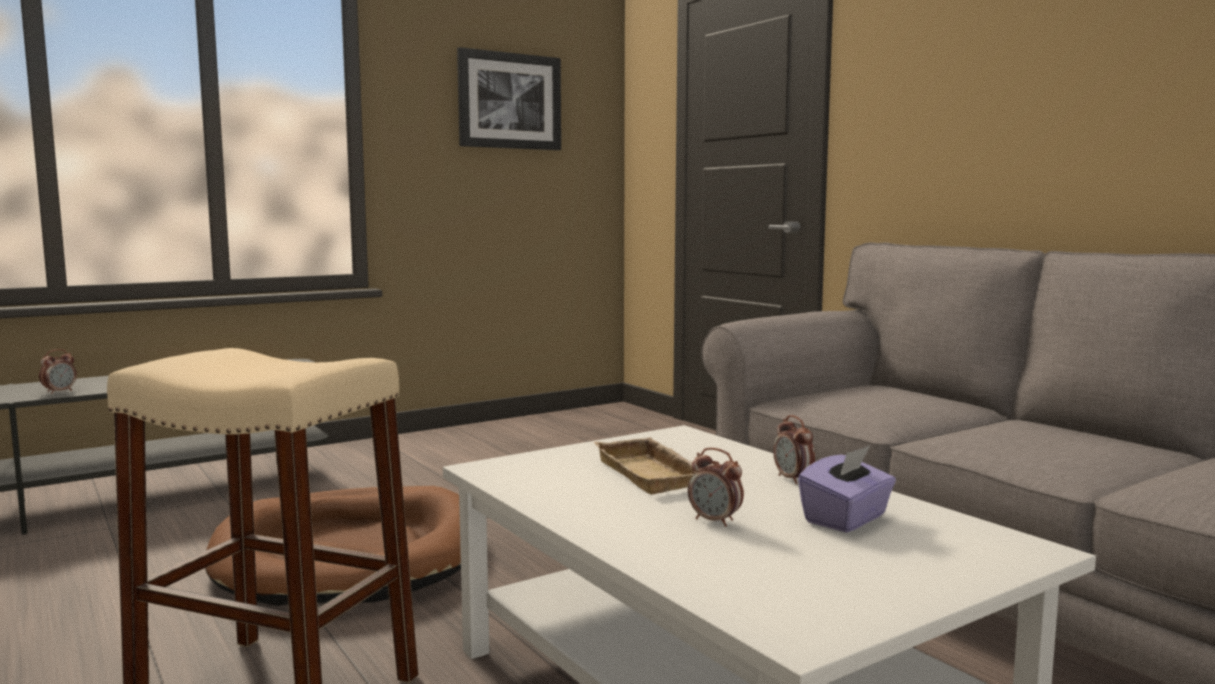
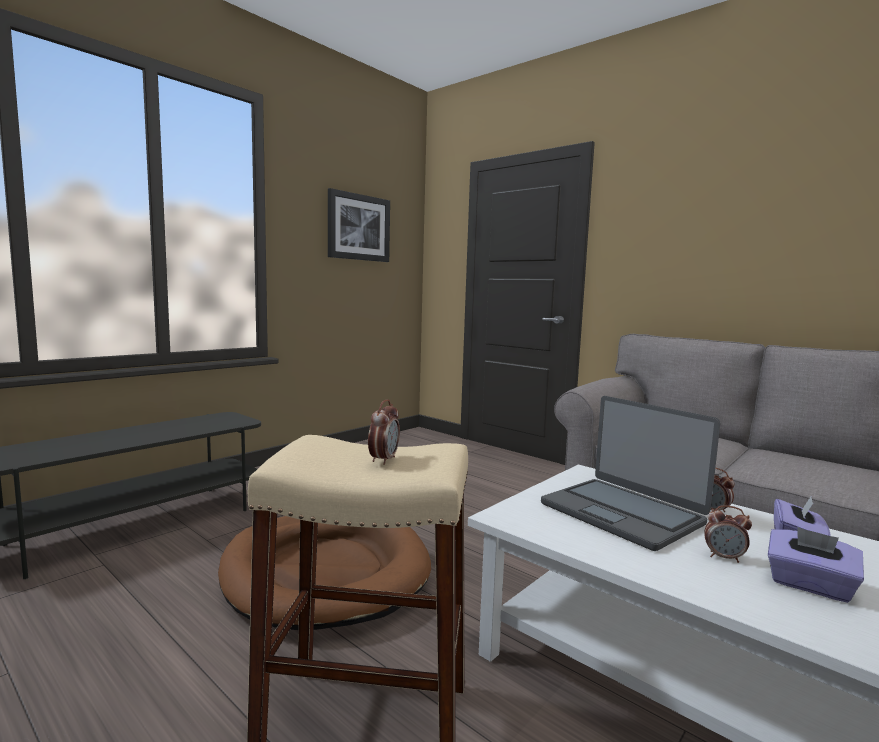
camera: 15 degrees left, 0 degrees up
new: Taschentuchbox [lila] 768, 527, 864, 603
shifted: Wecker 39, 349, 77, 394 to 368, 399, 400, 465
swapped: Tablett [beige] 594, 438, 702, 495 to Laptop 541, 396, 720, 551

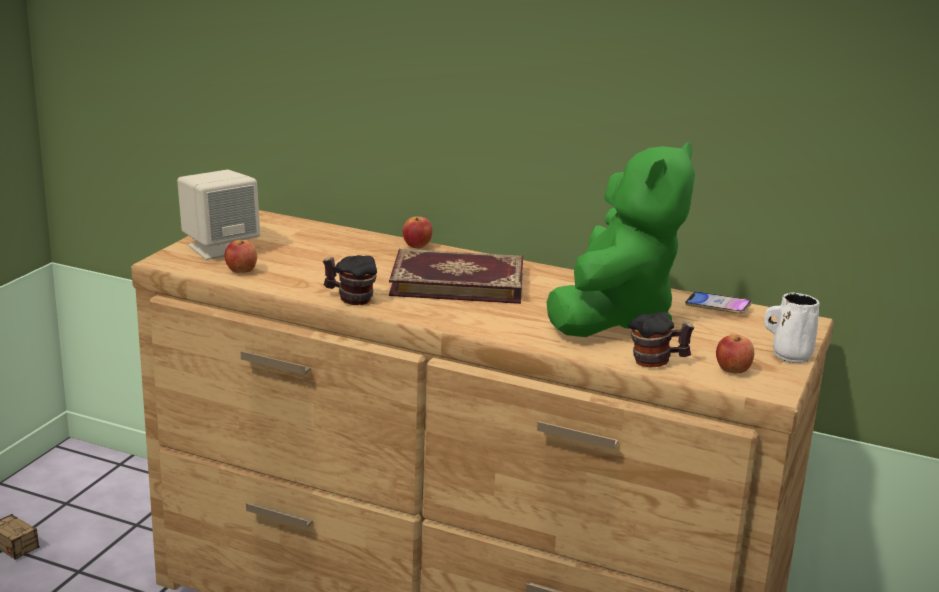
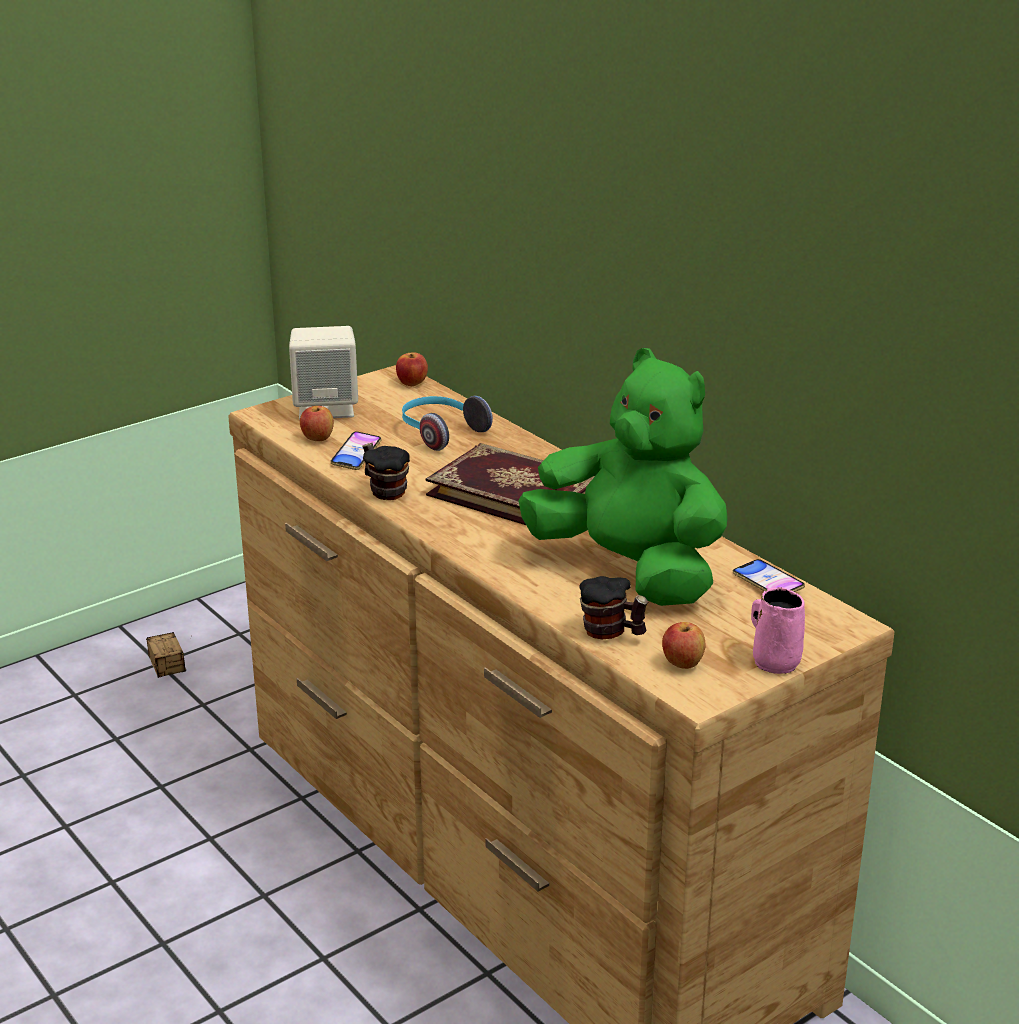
camera: 30 degrees right, 5 degrees up
new: Handy 330, 431, 382, 470; Kopfhörer 402, 396, 493, 451
shifted: Apfel 402, 216, 433, 248 to 396, 352, 428, 386
repainted: Henkelbecher [weiß] 764, 292, 819, 363 to Henkelbecher [rosa] 751, 587, 805, 674
rotated: Plüschtier [grün] 547, 142, 695, 337 = 518, 348, 728, 606 105 degrees counterclockwise

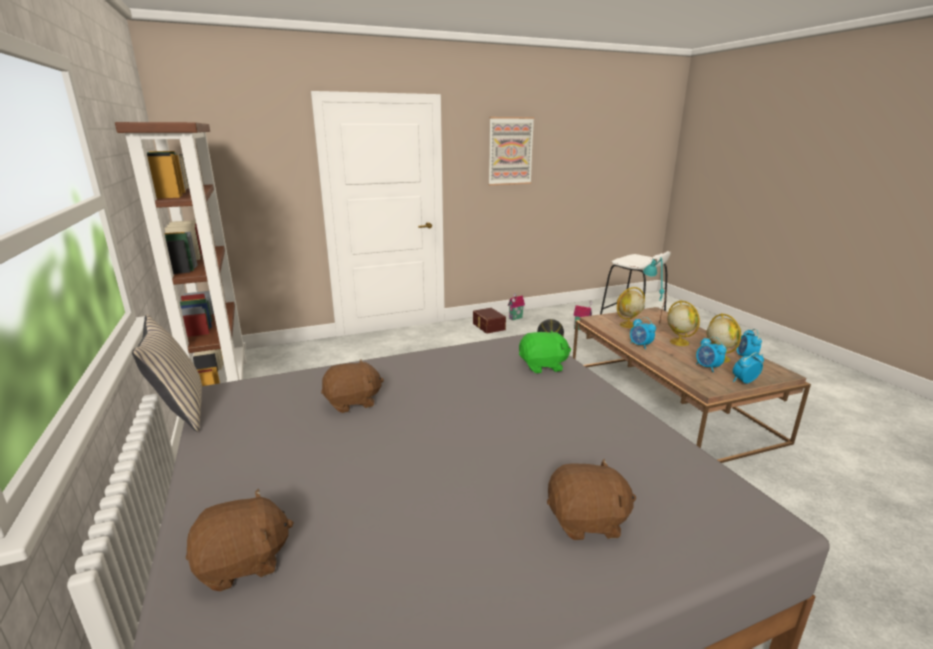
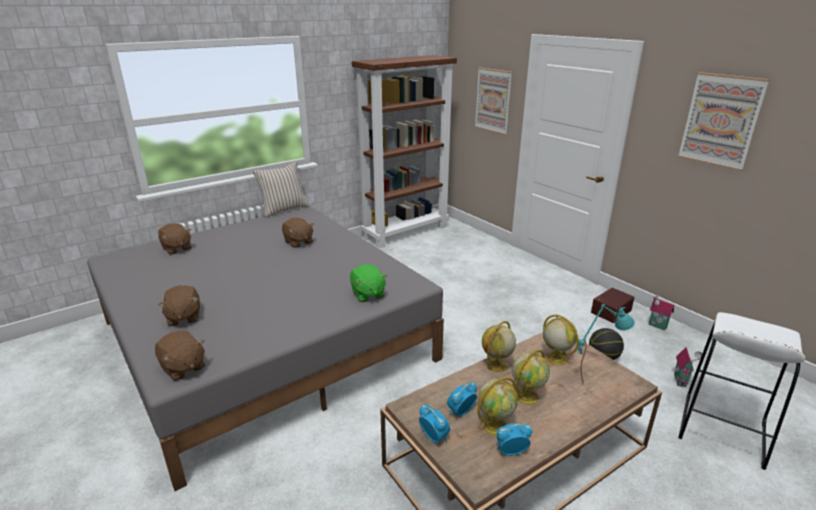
camera: 75 degrees right, 5 degrees up
new: Plüschtier [braun] 155, 330, 205, 381; Bild 474, 67, 512, 135
swapped: Wecker 630, 317, 656, 349 to Globus 482, 321, 516, 372

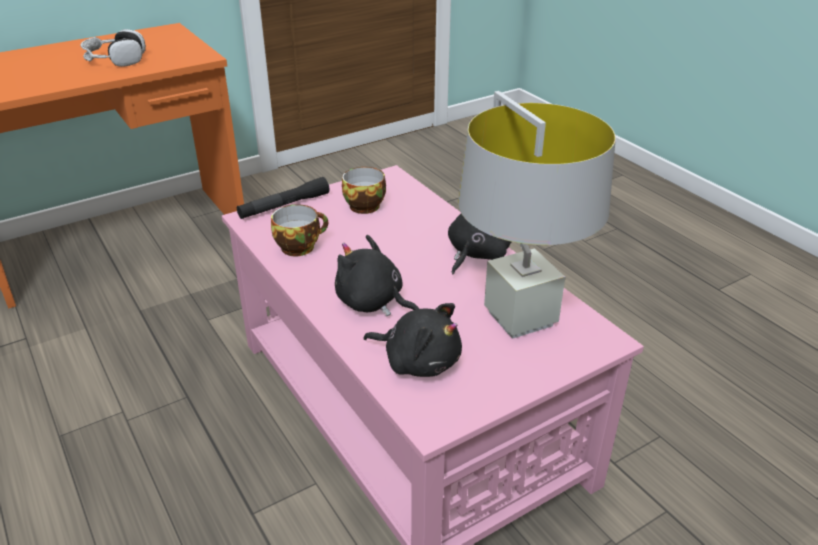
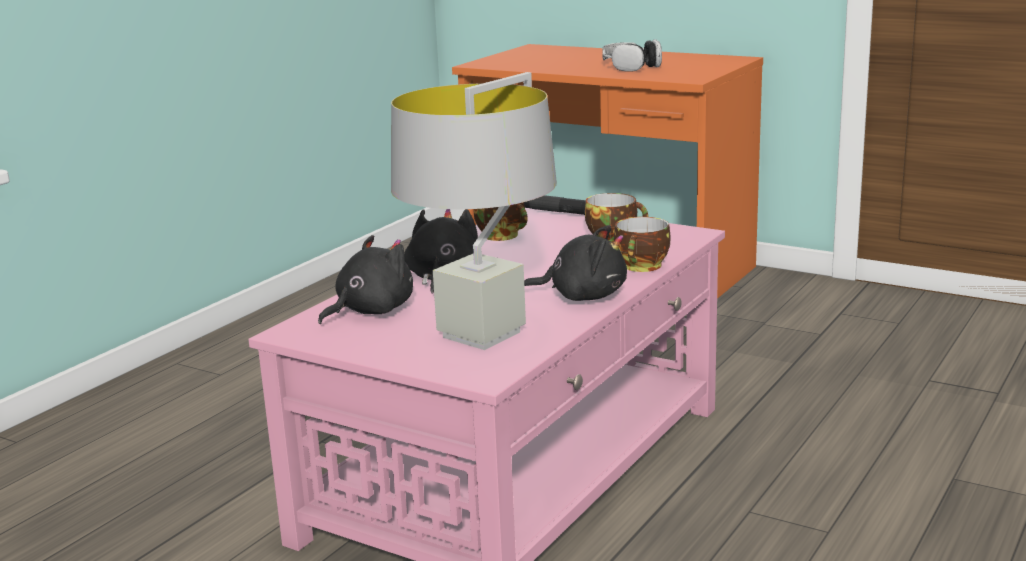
camera: 65 degrees right, 15 degrees down
new: Tasse 614, 217, 671, 272
rotated: Plüschtier [schwarz] 363, 303, 462, 377 = 318, 235, 413, 324 135 degrees counterclockwise

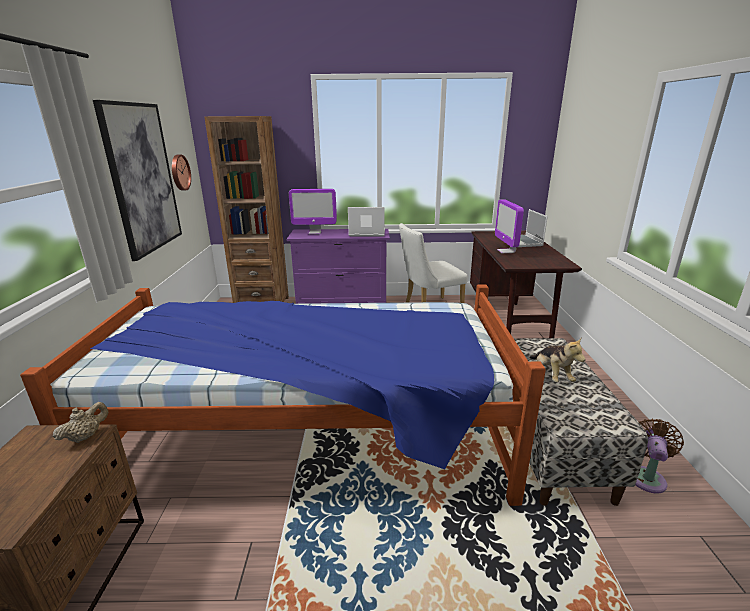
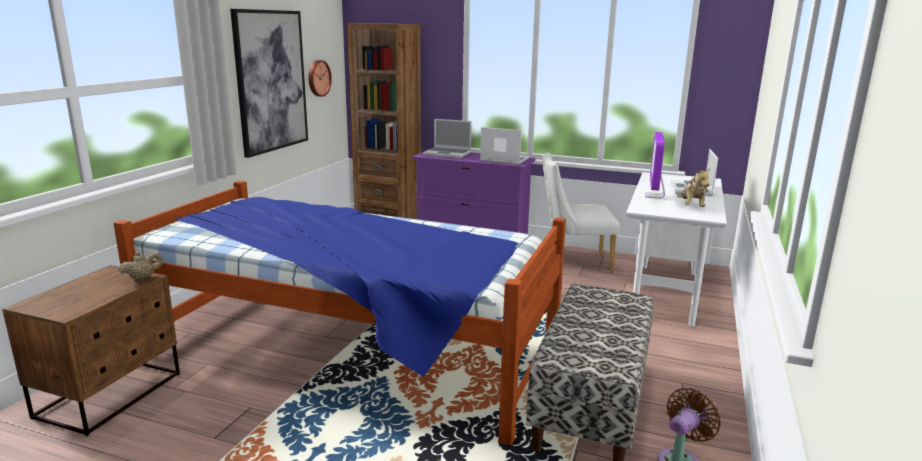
camera: 20 degrees right, 5 degrees down
shifted: Plüschtier 529, 338, 586, 382 to 677, 167, 711, 207
swapped: Monitor 289, 189, 337, 234 to Laptop 423, 119, 471, 158
repainted: Schreibtisch [braun] 470, 231, 582, 338 to Schreibtisch [weiß] 626, 172, 727, 326

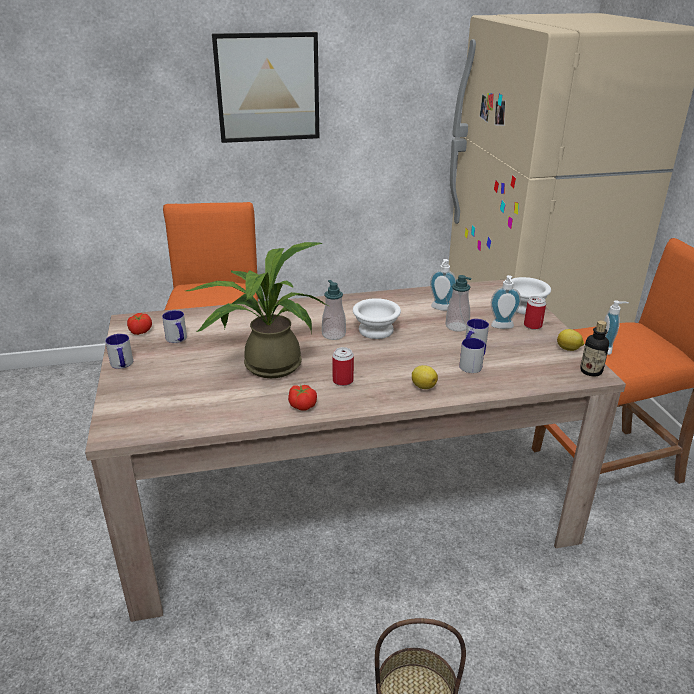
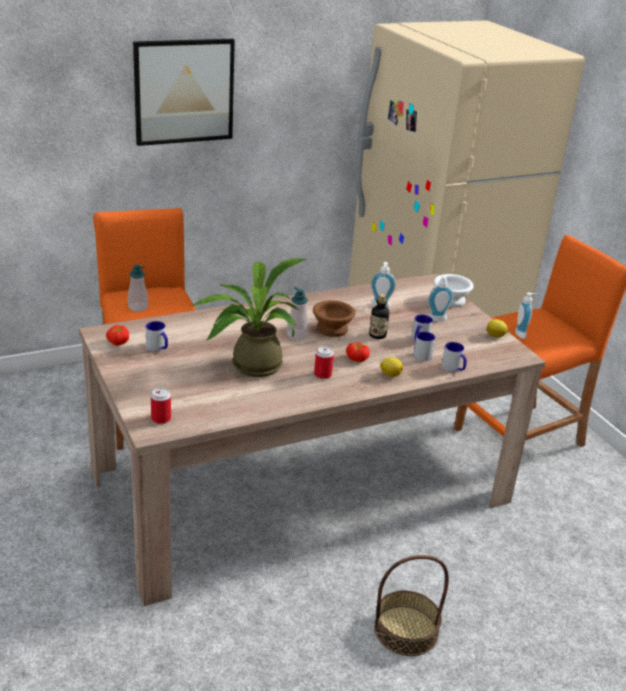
camera: 15 degrees left, 0 degrees up
shifted: Henkelbecher 105, 334, 133, 369 to 442, 342, 467, 372; Tomate 288, 385, 317, 411 to 346, 342, 370, 362; Seifenspender 446, 275, 472, 331 to 128, 264, 148, 312; Dose 524, 296, 546, 330 to 151, 388, 171, 424; Flasche 580, 321, 609, 377 to 369, 294, 389, 339
repainted: Schüssel [weiß] 353, 298, 401, 339 to Schüssel [braun] 313, 300, 355, 337

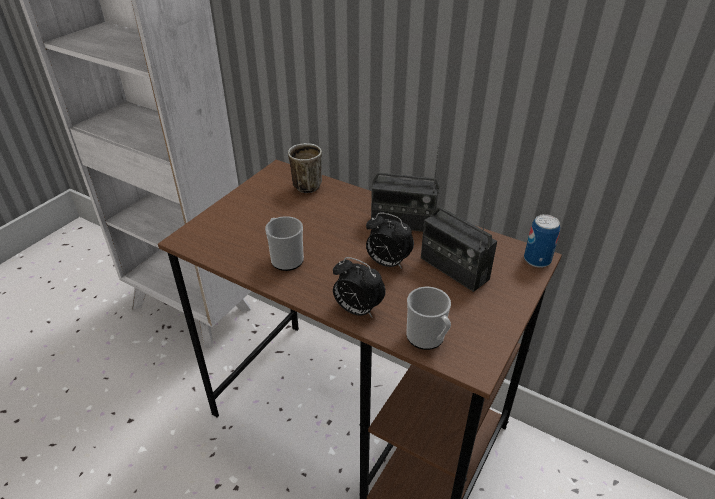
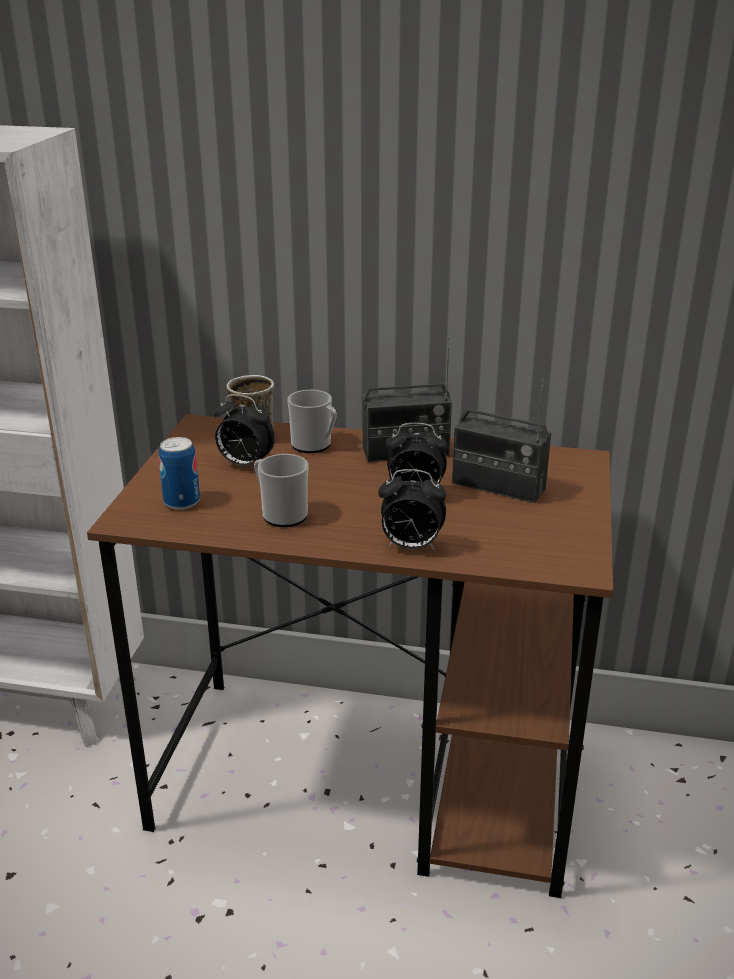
camera: 20 degrees left, 10 degrees down
new: Wecker 214, 394, 275, 465
shifted: Henkelbecher 406, 287, 451, 350 to 287, 390, 337, 453; Dose 524, 214, 560, 268 to 159, 437, 200, 510

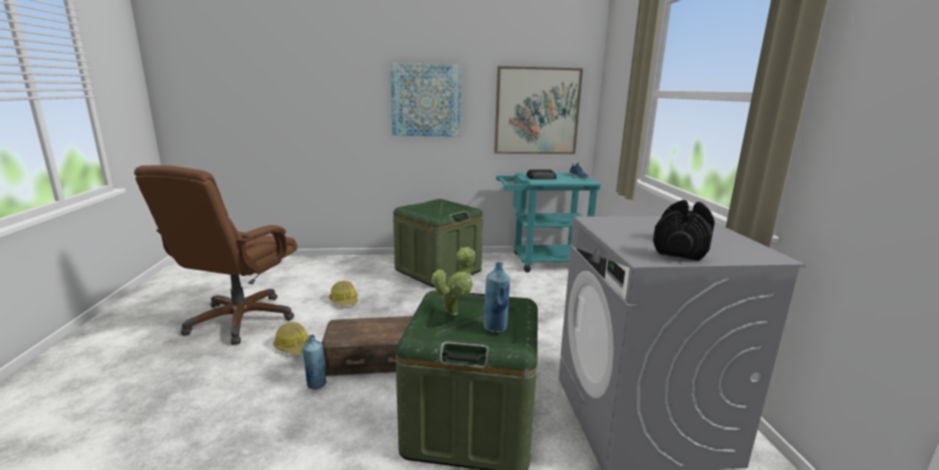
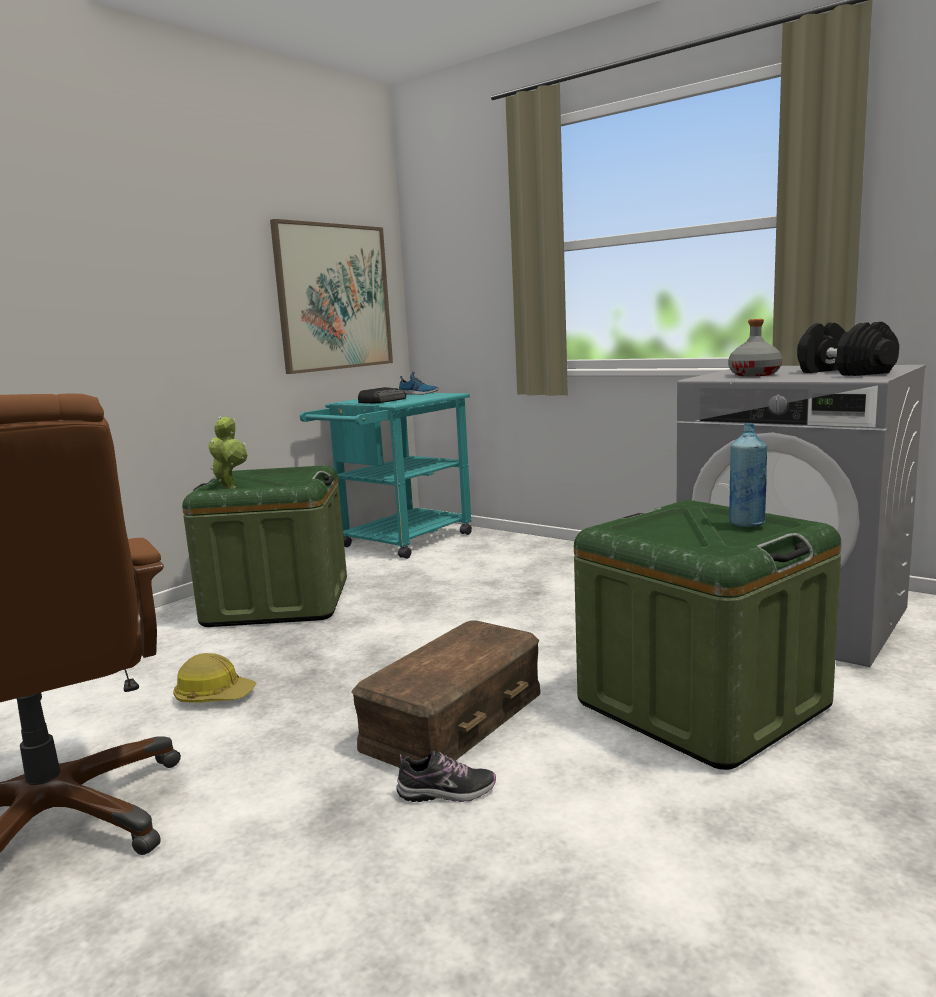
camera: 45 degrees left, 5 degrees down
gone: Schutzhelm 273, 322, 309, 355; Bild 390, 63, 461, 137
new: Flasche [grau] 728, 319, 782, 376
shifted: Topfpflanze 432, 247, 475, 316 to 209, 416, 247, 489
swapped: Flasche [blau] 303, 335, 327, 389 to Schuh 396, 750, 496, 802

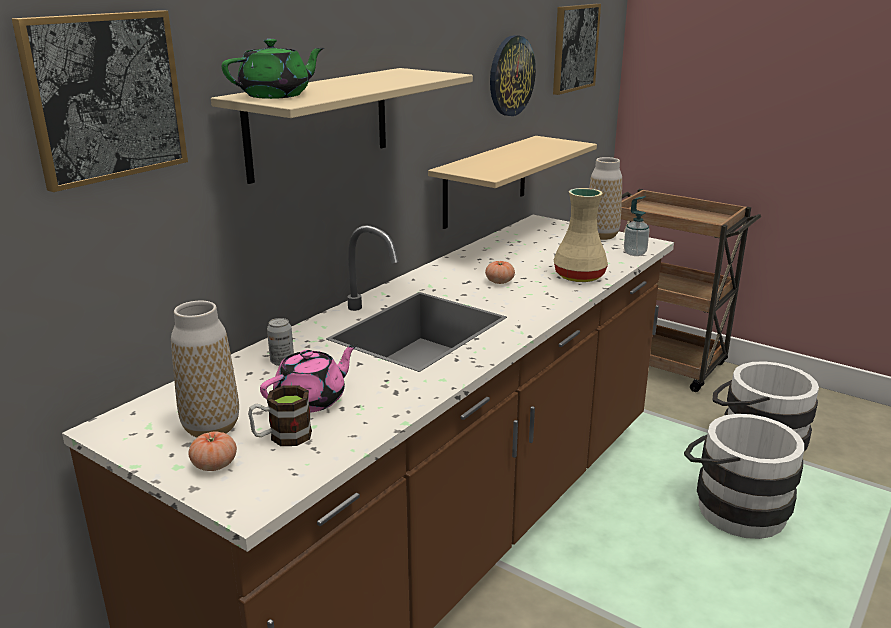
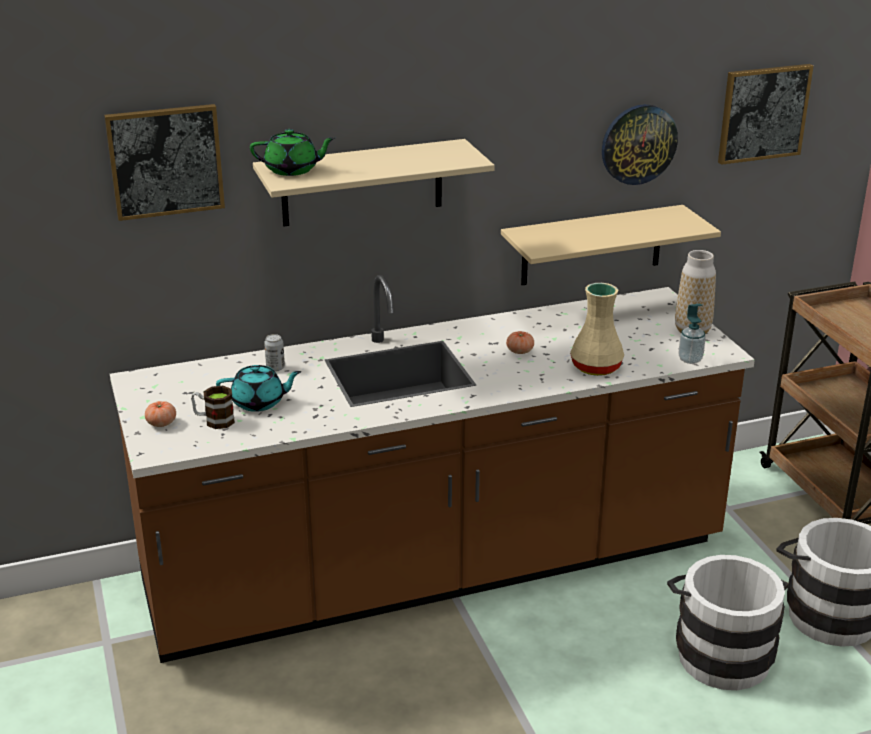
camera: 35 degrees right, 5 degrees up
gone: Vase 171, 301, 239, 437
repainted: Teekanne [rosa] 260, 344, 357, 413 to Teekanne [türkis] 216, 365, 301, 412

